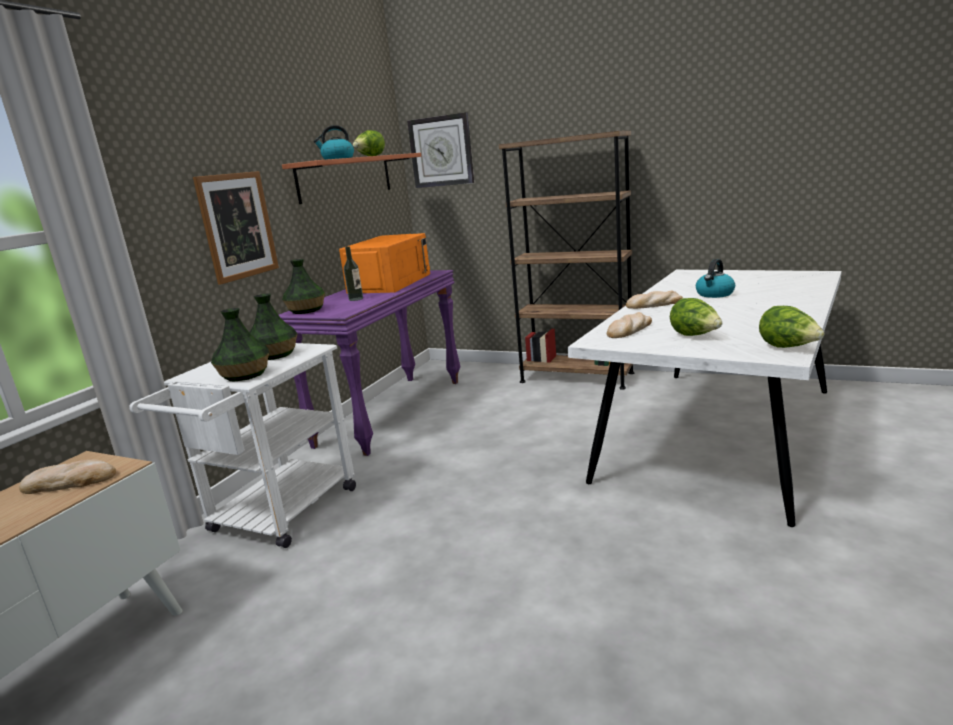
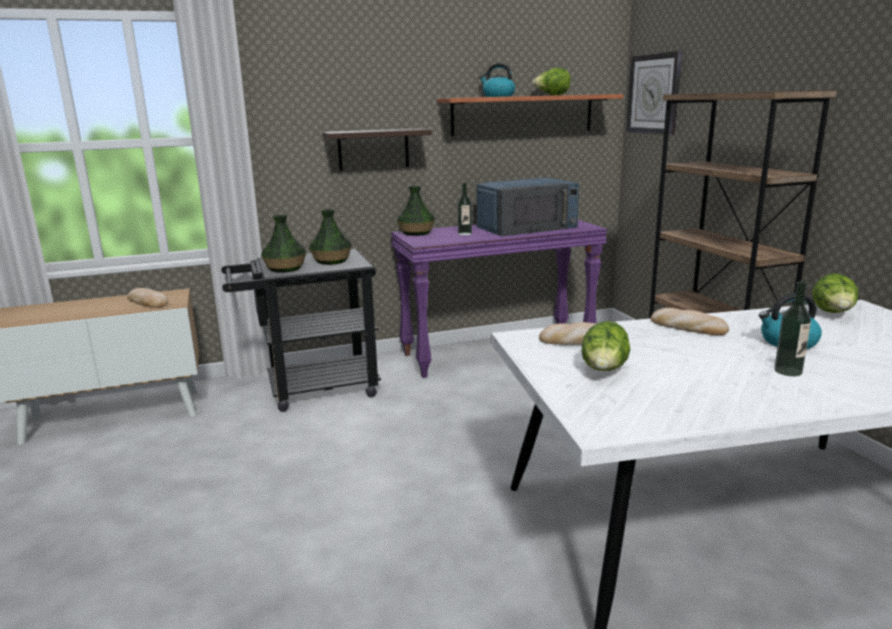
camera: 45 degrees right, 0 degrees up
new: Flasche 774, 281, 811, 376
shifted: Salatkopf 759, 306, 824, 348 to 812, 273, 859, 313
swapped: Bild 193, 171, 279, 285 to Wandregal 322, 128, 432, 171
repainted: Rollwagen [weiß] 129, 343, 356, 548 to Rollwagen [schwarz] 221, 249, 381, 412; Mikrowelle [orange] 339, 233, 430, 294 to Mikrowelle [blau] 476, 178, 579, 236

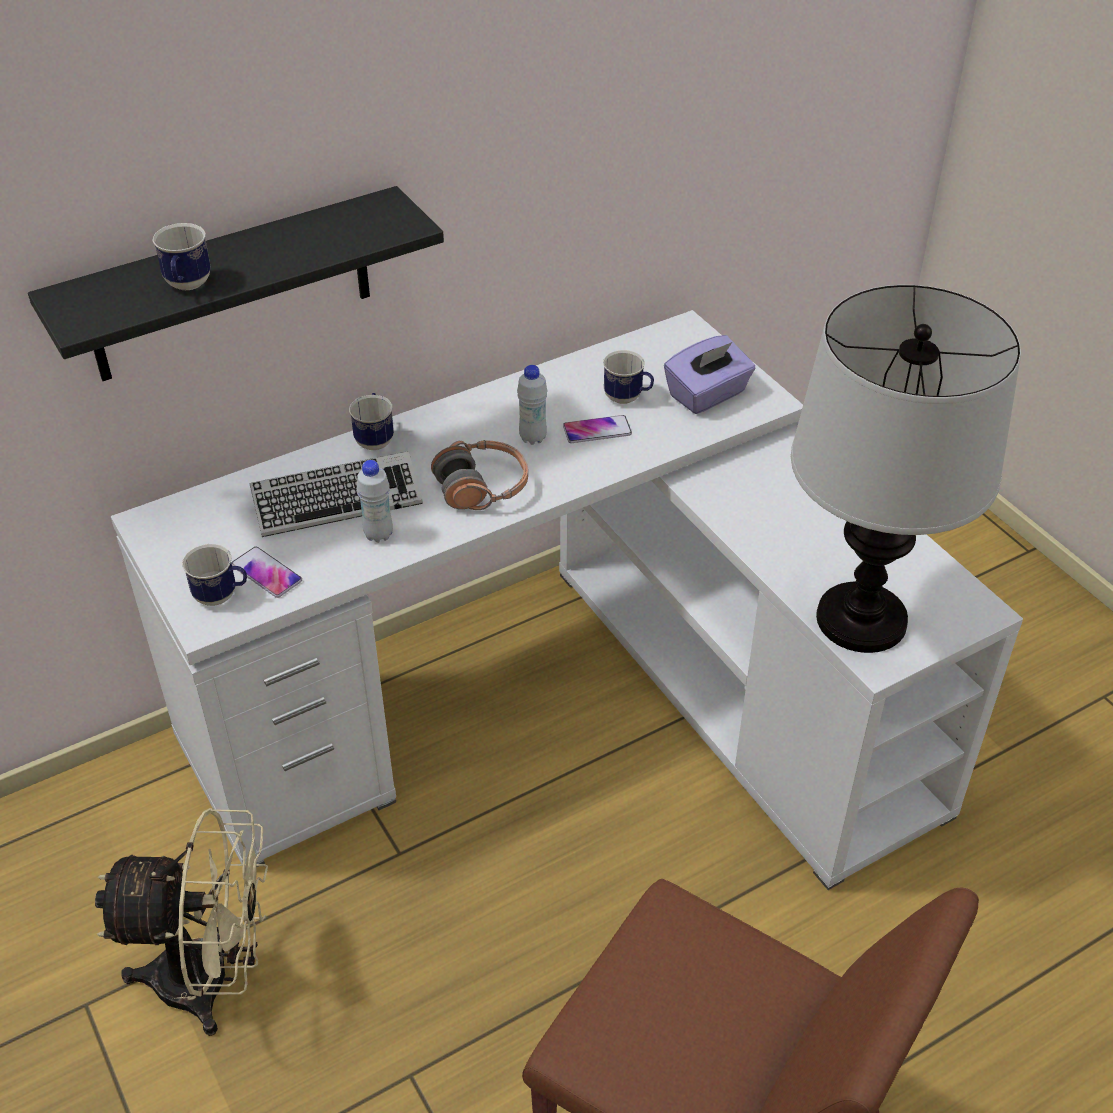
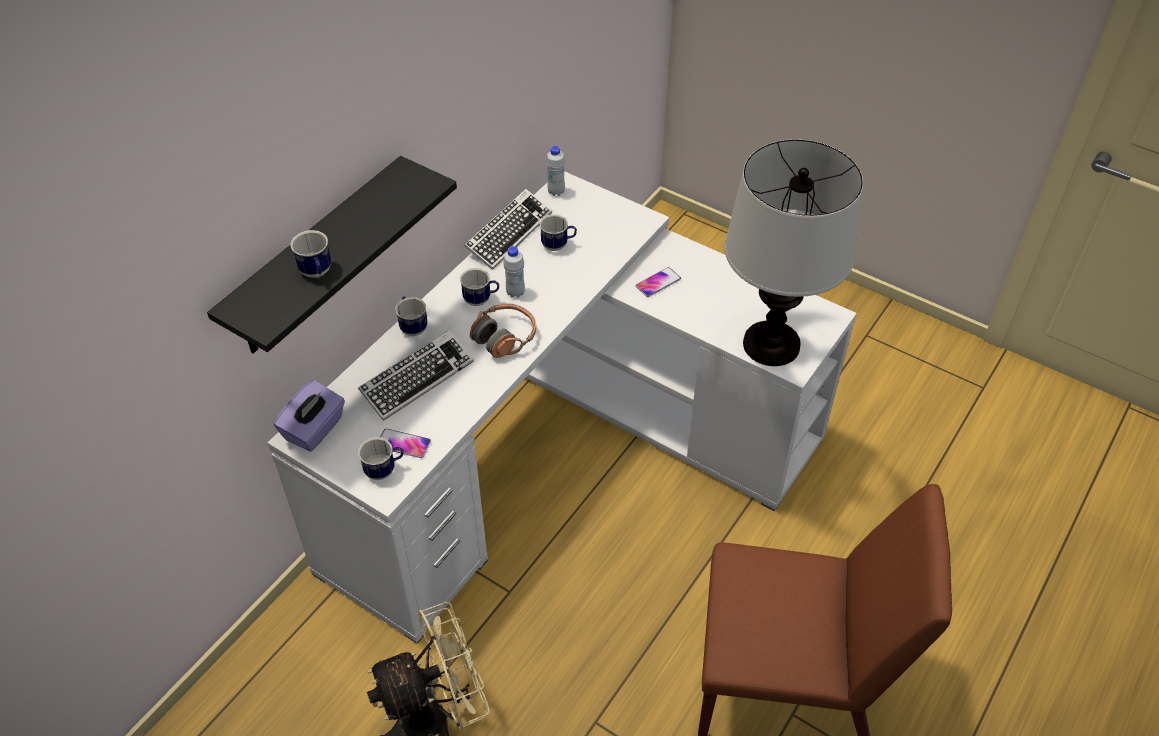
camera: 25 degrees left, 5 degrees up
new: Henkelbecher 460, 268, 499, 306; Tastatur 464, 188, 552, 270
shifted: Flasche [weiß] 357, 460, 393, 543 to 546, 146, 565, 196; Handy 563, 415, 632, 443 to 636, 267, 681, 297; Taschentuchbox [lila] 664, 335, 756, 414 to 274, 380, 345, 452

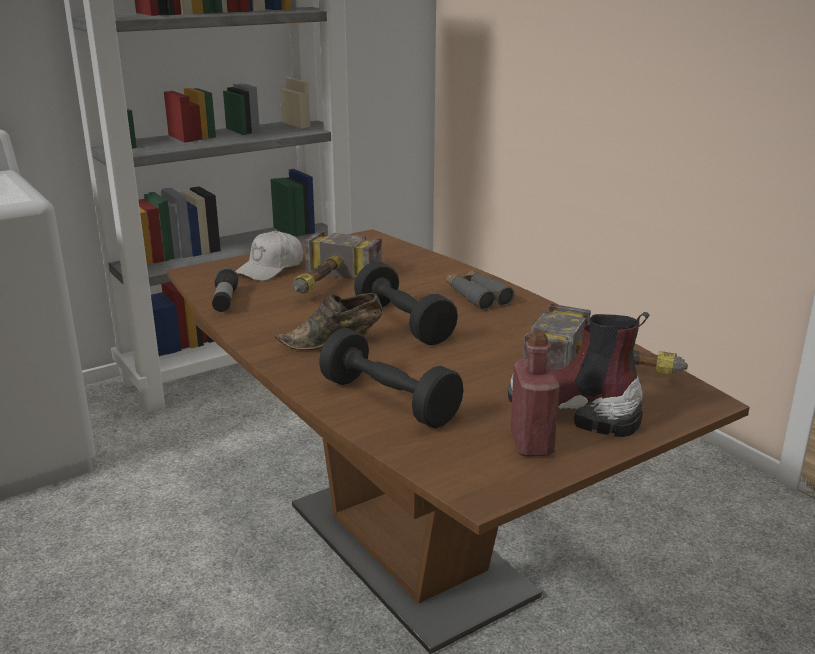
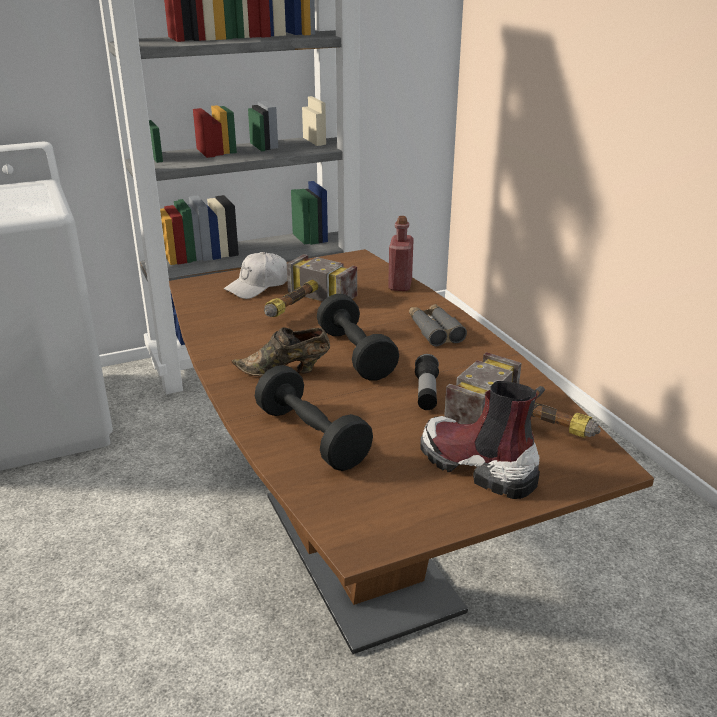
camera: 10 degrees right, 5 degrees up
shifted: Taschenlampe 212, 268, 239, 312 to 415, 354, 439, 410; Flasche [rot] 510, 331, 560, 456 to 388, 216, 414, 291

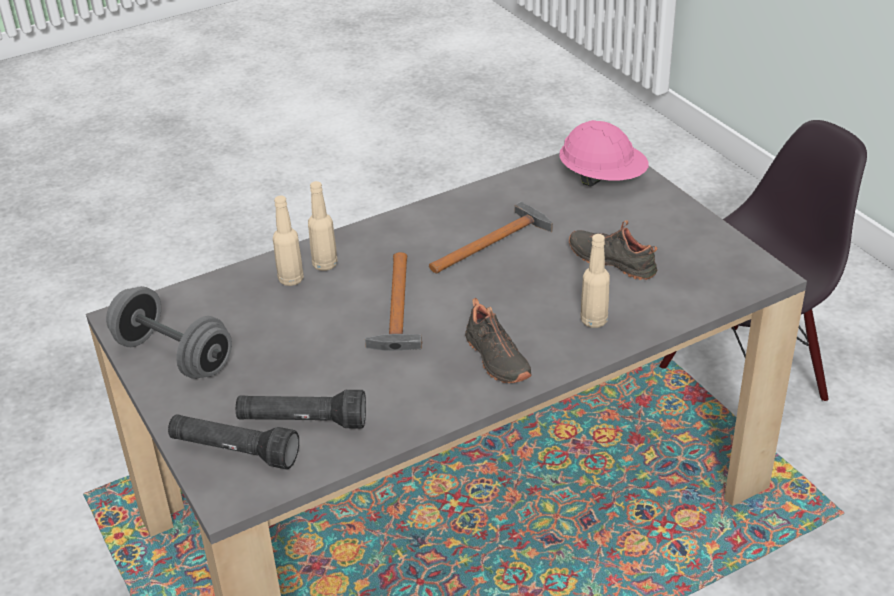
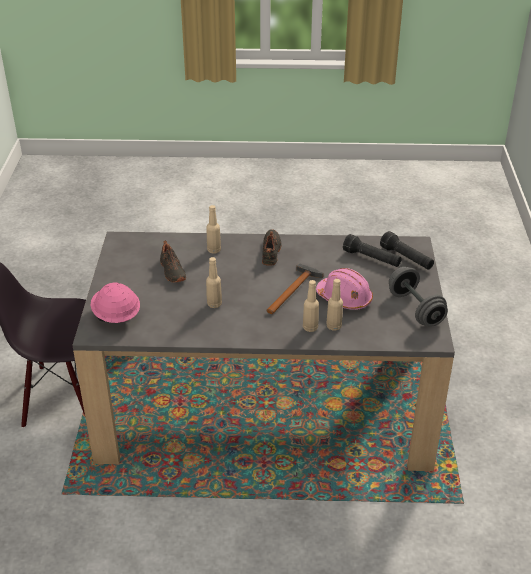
camera: 150 degrees left, 0 degrees up
new: Schutzhelm [rosa] 316, 268, 373, 310
swapped: Hammer 429, 202, 553, 273 to Flasche [beige] 206, 257, 222, 308

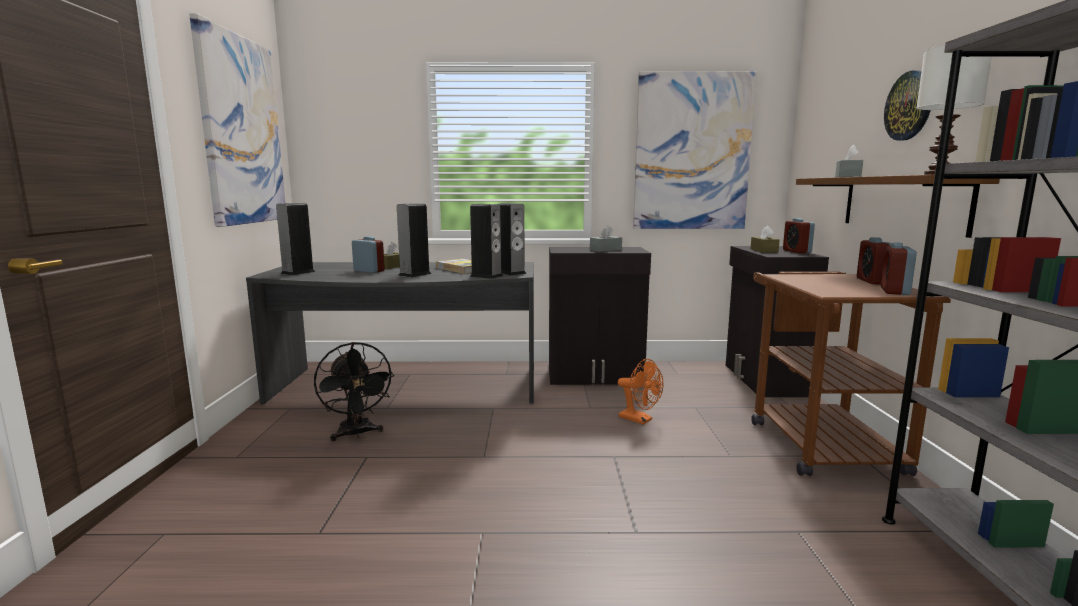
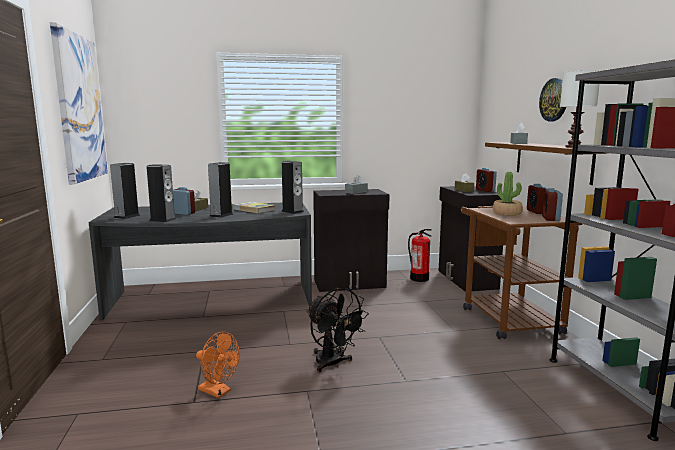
camera: 10 degrees left, 0 degrees up
gone: Bild 633, 71, 757, 229
new: Feuerlöscher 408, 229, 432, 282; Topfpflanze 493, 171, 523, 216
shifted: Ventilator [schwarz] 314, 342, 394, 441 to 306, 288, 369, 373; Lautsprecher 470, 204, 503, 279 to 146, 164, 177, 222; Ventilator [orange] 618, 359, 663, 425 to 196, 331, 240, 398

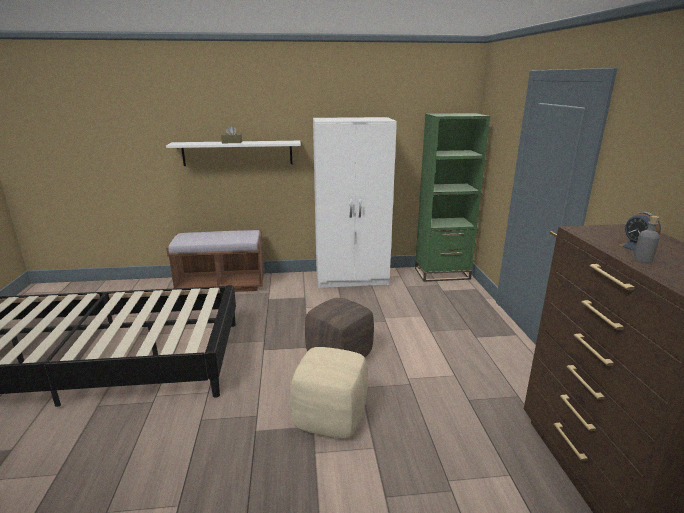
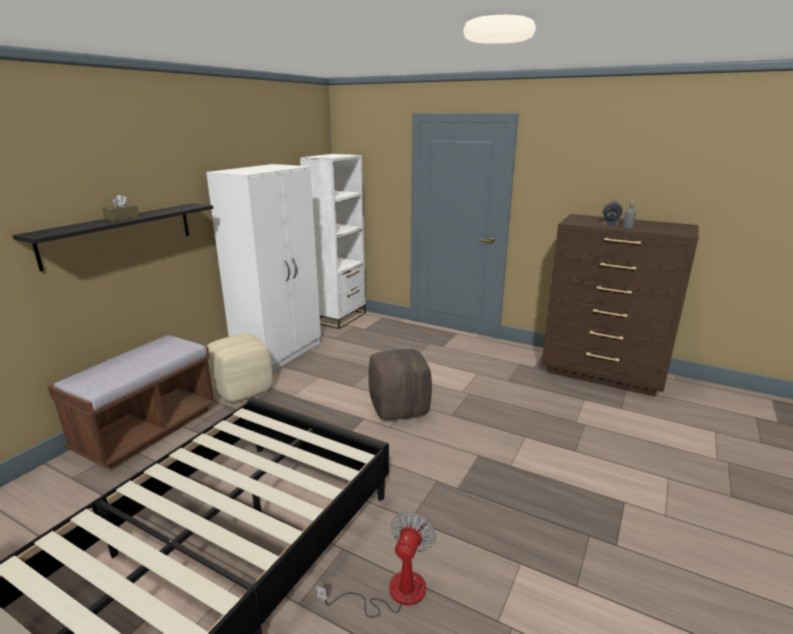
camera: 55 degrees left, 0 degrees up
new: Ventilator 316, 512, 436, 618
shifted: Polsterhocker [beige] 290, 347, 368, 439 to 207, 334, 273, 402
repainted: Wandregal [weiß] 166, 141, 301, 166 to Wandregal [schwarz] 12, 203, 213, 271; Bücherregal [grün] 415, 113, 490, 282 to Bücherregal [weiß] 300, 154, 366, 329

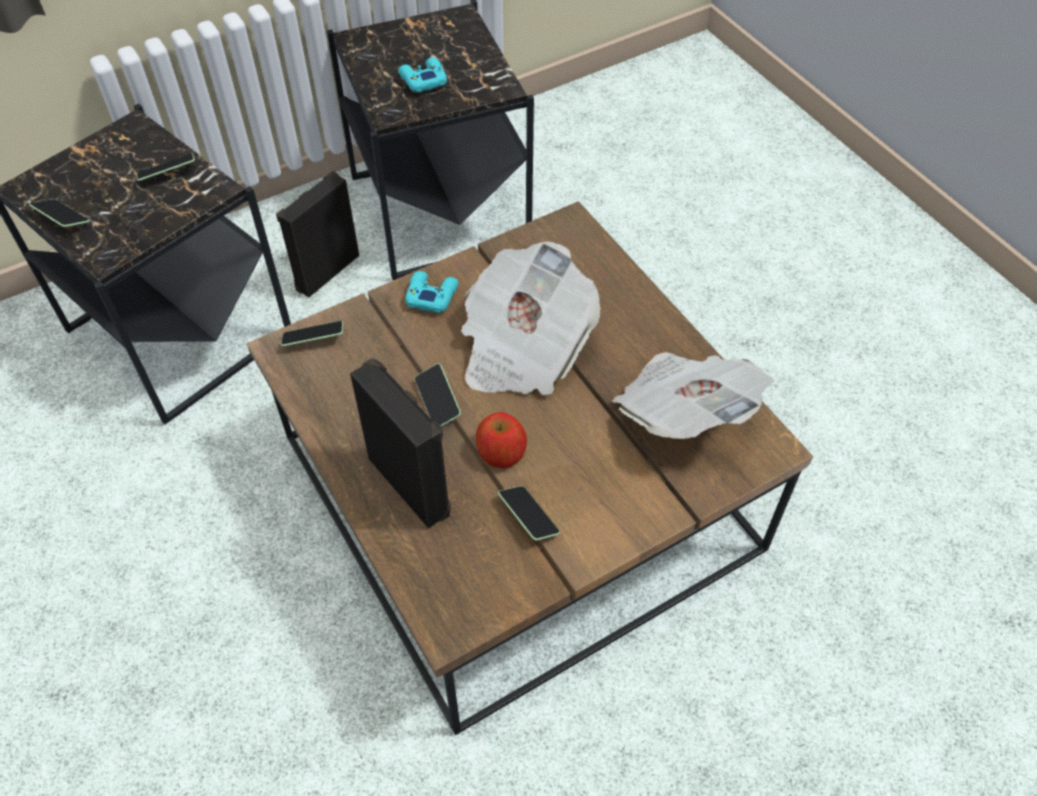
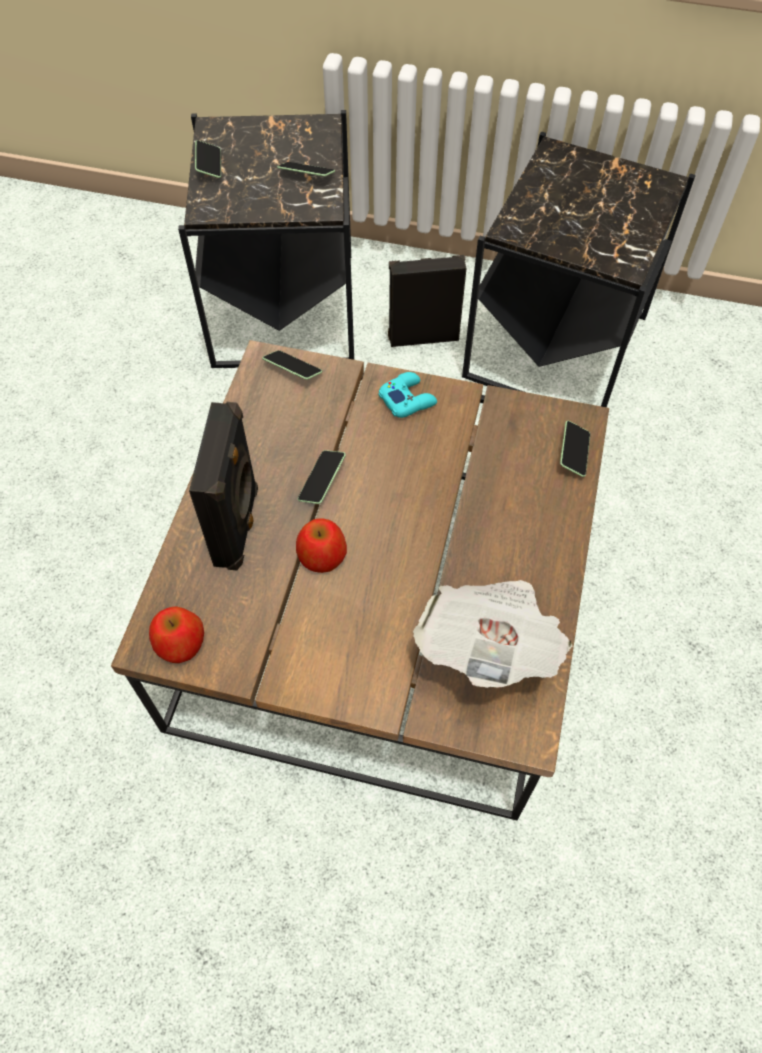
camera: 45 degrees right, 5 degrees up
gone: Gamepad [türkis] 398, 57, 447, 92; Zeitung 461, 241, 601, 395
new: Apfel 149, 607, 204, 663
shifted: Handy 498, 486, 560, 541 to 560, 421, 590, 477

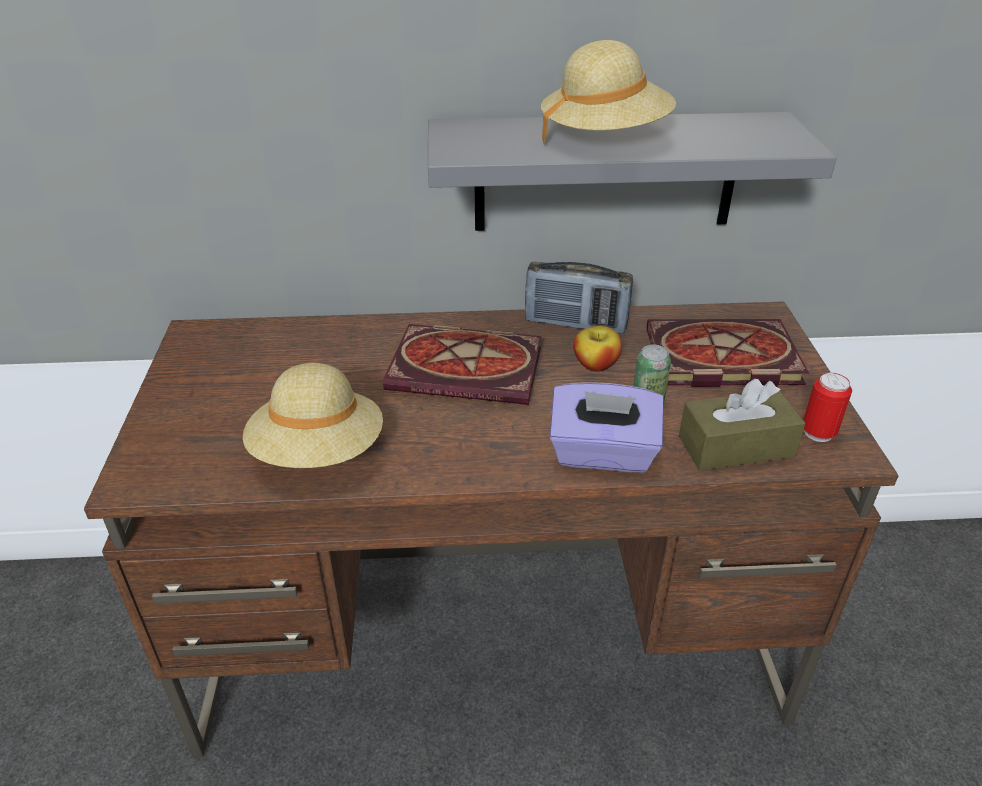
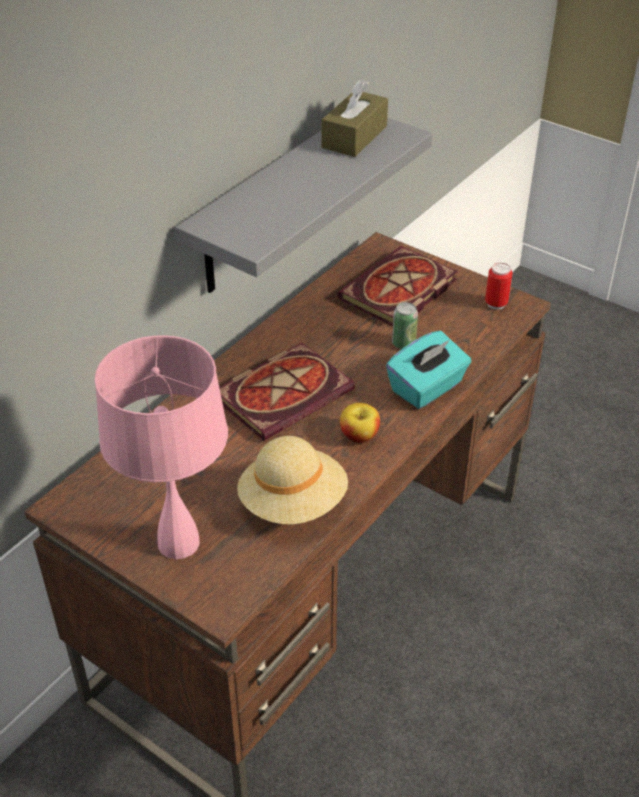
camera: 50 degrees left, 5 degrees up
gone: Radio 525, 262, 633, 334; Hut [beige] 541, 40, 676, 143
new: Tischlampe [rosa] 95, 335, 228, 559
shifted: Apfel 573, 326, 622, 372 to 340, 403, 380, 443; Taschentuchbox [braun] 679, 379, 806, 471 to 322, 80, 388, 157
repainted: Taschentuchbox [lila] 550, 382, 663, 472 to Taschentuchbox [türkis] 386, 331, 471, 409

